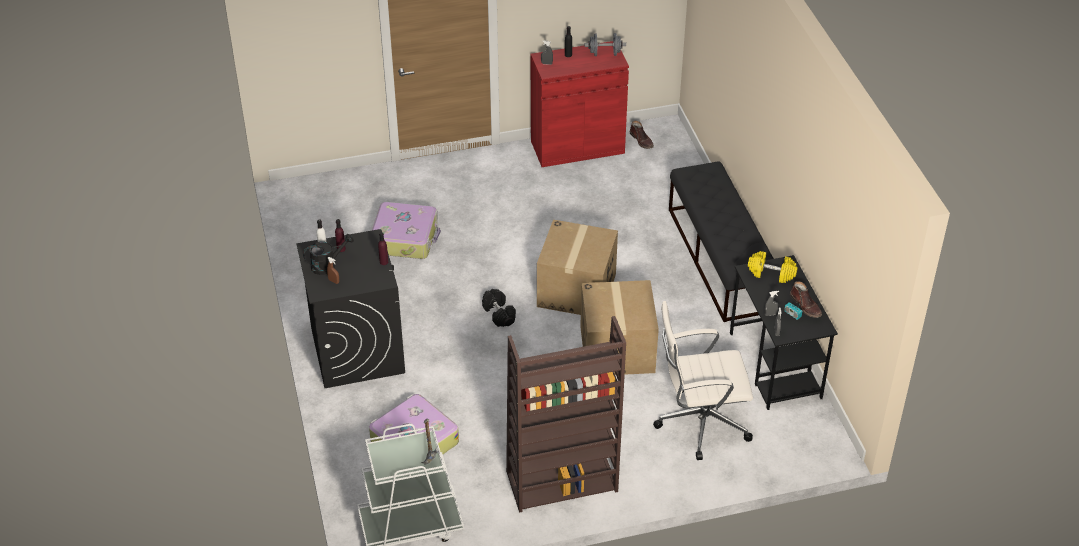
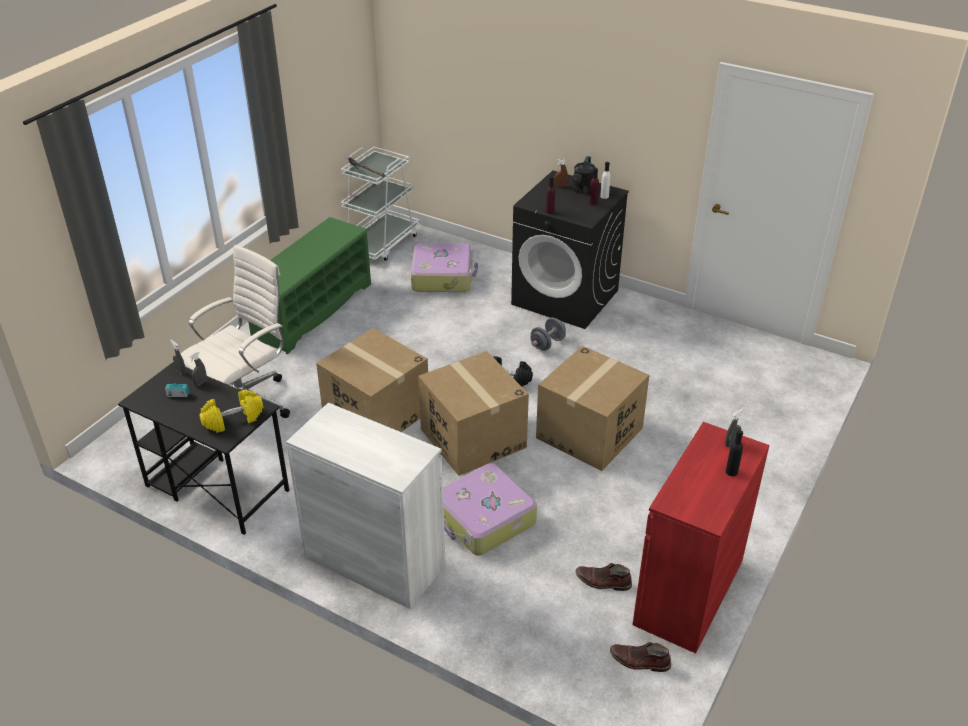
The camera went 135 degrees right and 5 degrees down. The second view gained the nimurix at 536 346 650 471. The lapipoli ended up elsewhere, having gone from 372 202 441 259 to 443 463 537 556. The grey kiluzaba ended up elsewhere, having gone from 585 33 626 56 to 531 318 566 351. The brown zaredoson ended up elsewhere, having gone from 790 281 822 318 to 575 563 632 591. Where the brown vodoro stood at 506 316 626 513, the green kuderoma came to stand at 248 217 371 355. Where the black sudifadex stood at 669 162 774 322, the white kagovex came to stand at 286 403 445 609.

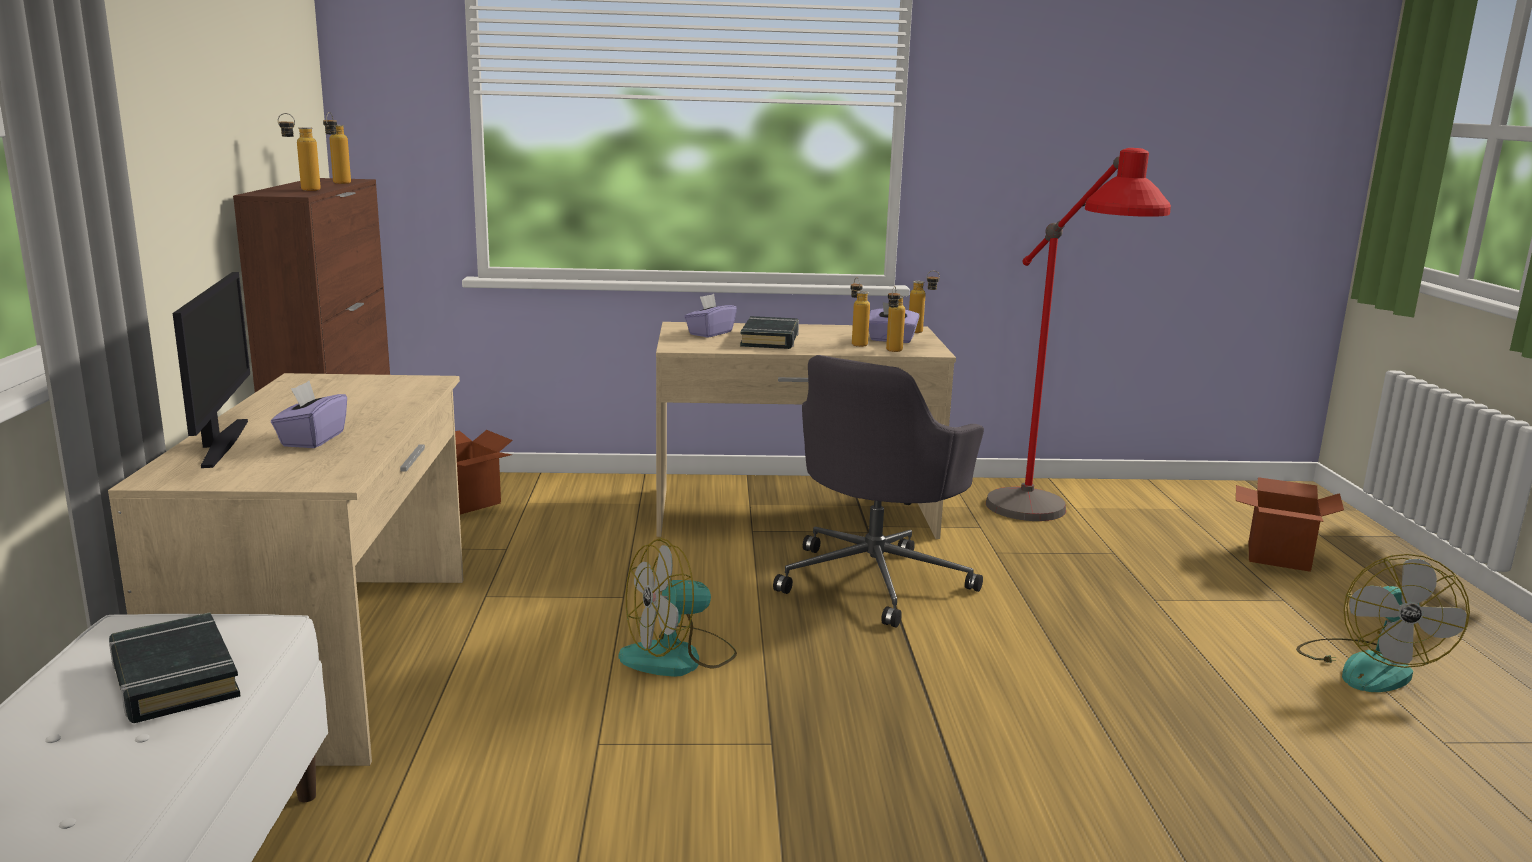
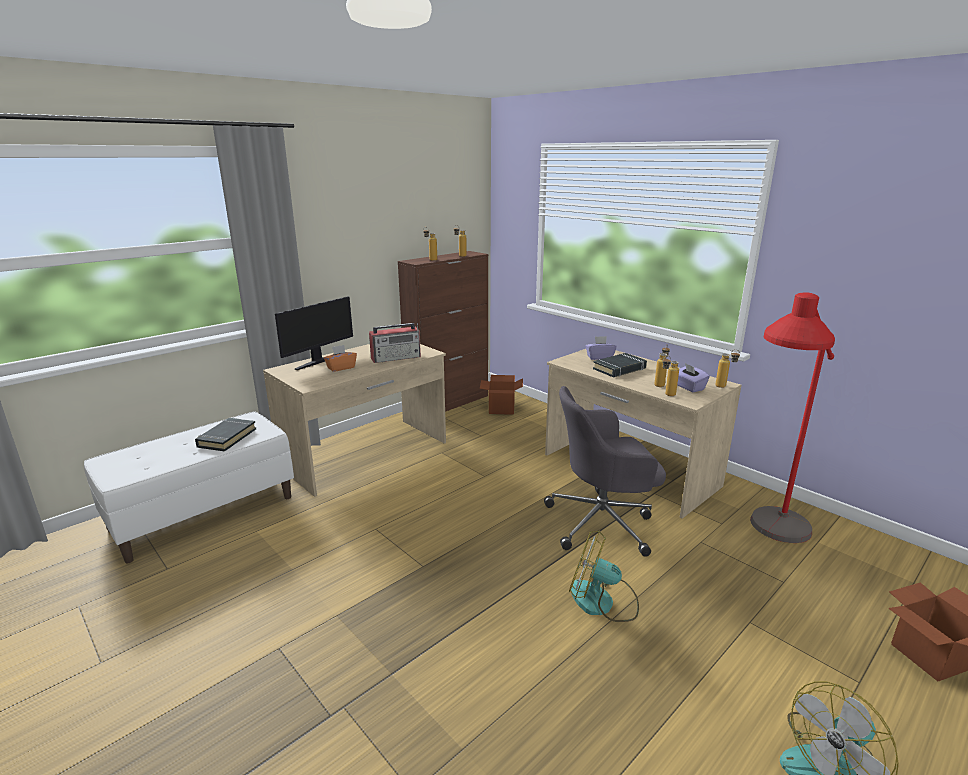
The camera went 50 degrees right and 5 degrees up. The second view gained the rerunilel at 369 323 421 363. The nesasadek ended up elsewhere, having gone from 619 538 737 677 to 569 530 639 622. What was the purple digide at 271 381 347 448 turned into the orange digide at 324 345 357 372.

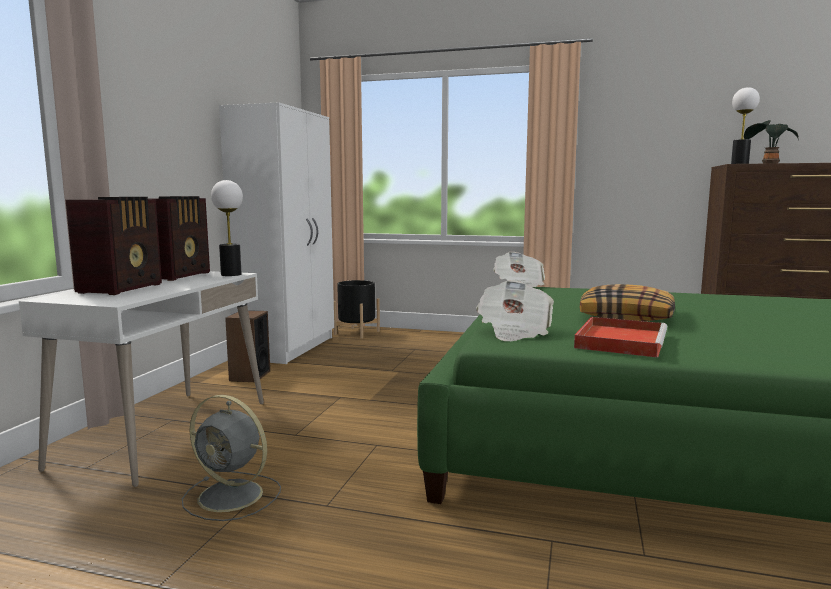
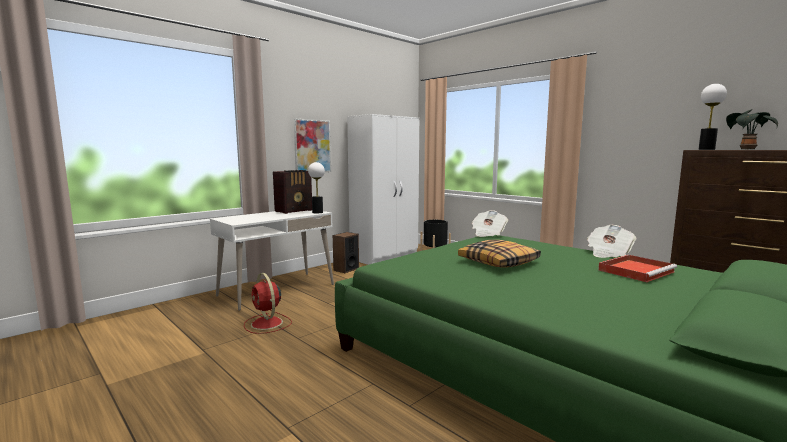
The camera went 30 degrees right and 0 degrees up. The second view lost the rerunilel at 66 197 162 295. The second view gained the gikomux at 294 119 331 172. The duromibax ended up elsewhere, having gone from 476 280 554 341 to 587 225 636 258. The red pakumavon ended up elsewhere, having gone from 574 317 667 358 to 598 255 677 282. What was the grey nesasadek at 182 395 281 521 turned into the red nesasadek at 244 273 292 334.

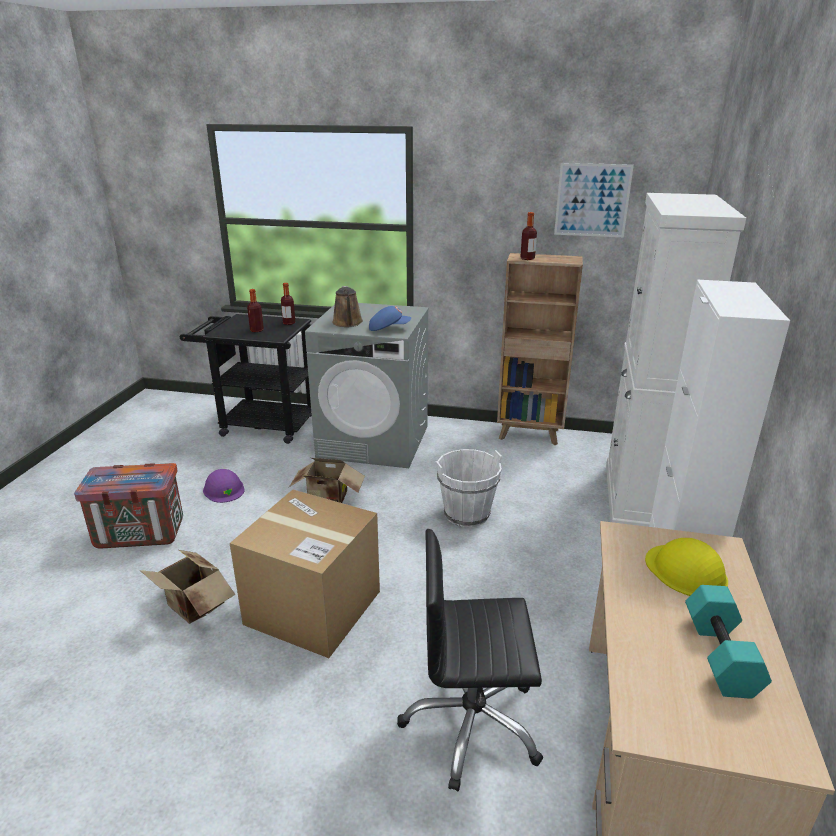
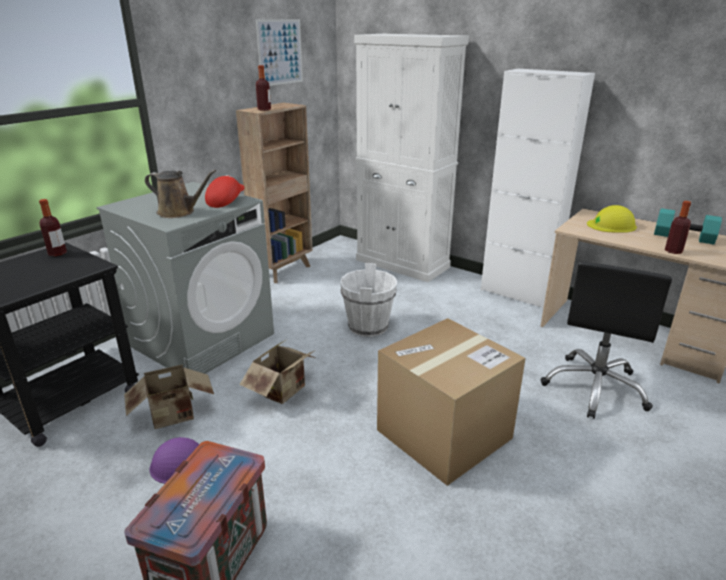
The camera went 65 degrees left and 0 degrees up. The nimurix ended up elsewhere, having gone from 139 550 235 624 to 124 364 214 429. The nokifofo ended up elsewhere, having gone from 247 289 264 332 to 665 201 691 254. What was the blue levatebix at 369 306 411 331 turned into the red levatebix at 205 175 245 208.

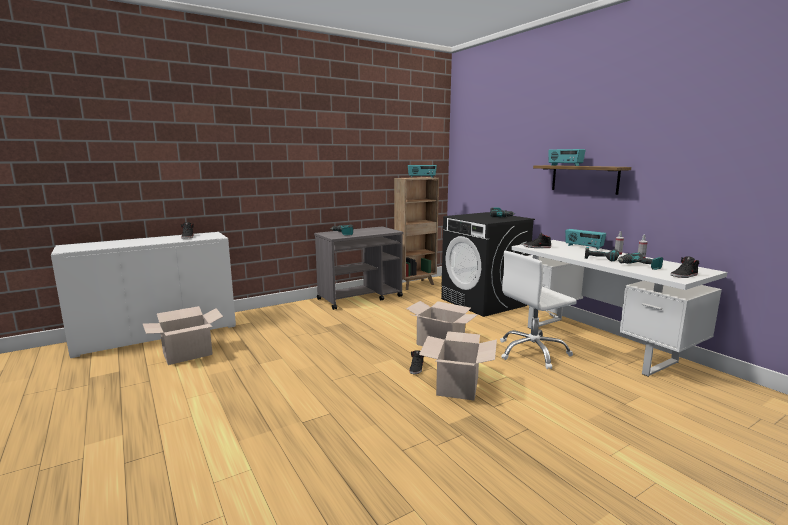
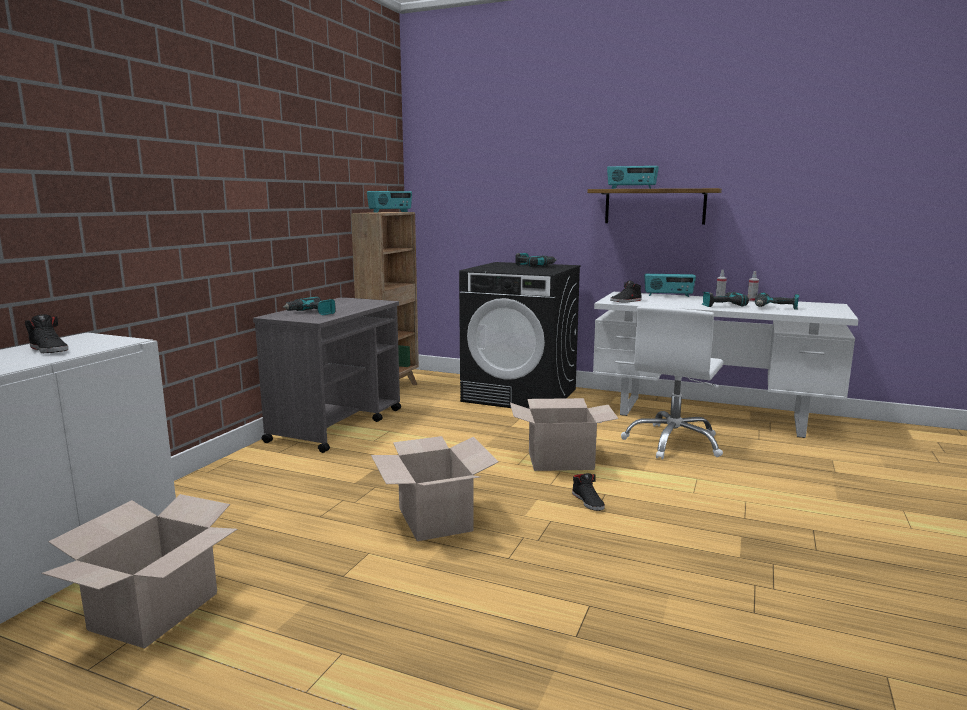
The camera went 35 degrees left and 0 degrees up. The second view lost the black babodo at 670 256 699 278. The nimurix ended up elsewhere, having gone from 419 331 497 401 to 371 436 498 541.

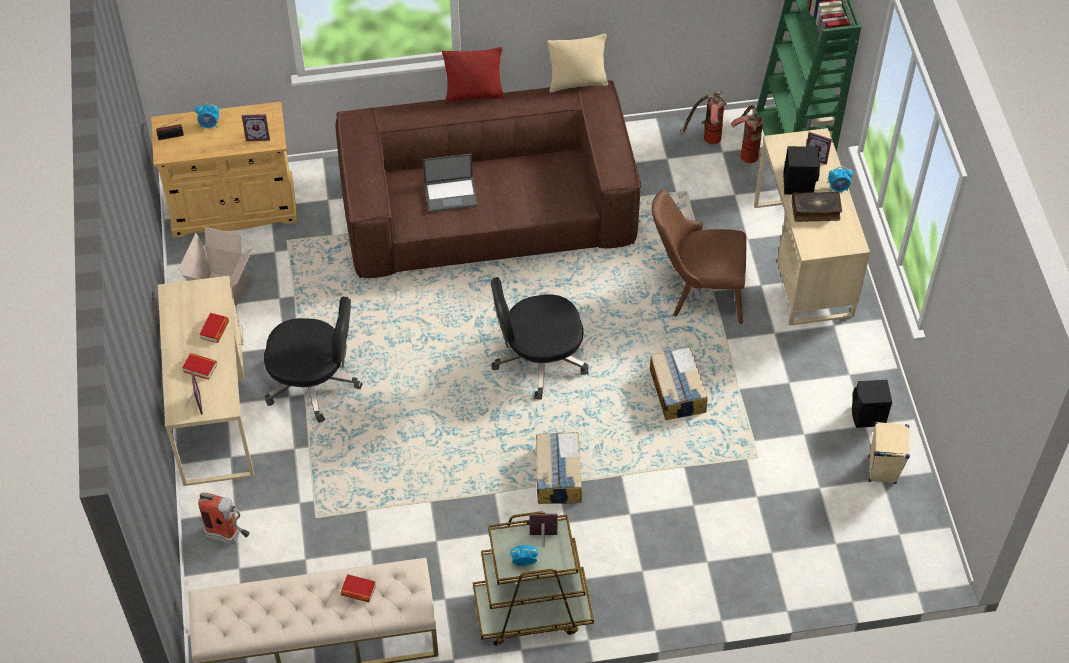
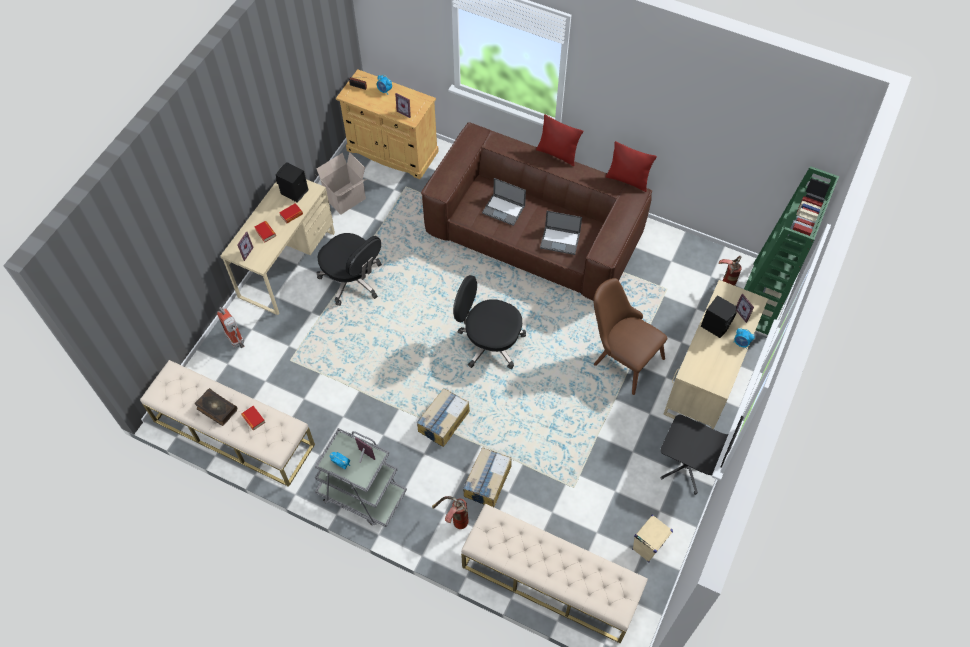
The camera went 35 degrees right and 5 degrees up. The second view gained the beige sudifadex at 461 504 648 644. The second view gained the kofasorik at 540 211 582 255. The second view gained the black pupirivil at 660 415 744 495. The nimurix ended up elsewhere, having gone from 650 347 708 420 to 463 447 512 507. The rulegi ended up elsewhere, having gone from 680 91 727 145 to 432 496 469 529. The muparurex ended up elsewhere, having gone from 792 192 842 222 to 195 388 237 426. The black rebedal ended up elsewhere, having gone from 852 380 892 428 to 276 162 308 203. What was the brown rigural at 473 511 594 645 turned into the grey rigural at 315 428 407 527. What was the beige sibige at 547 34 608 93 turned into the red sibige at 605 141 657 192.

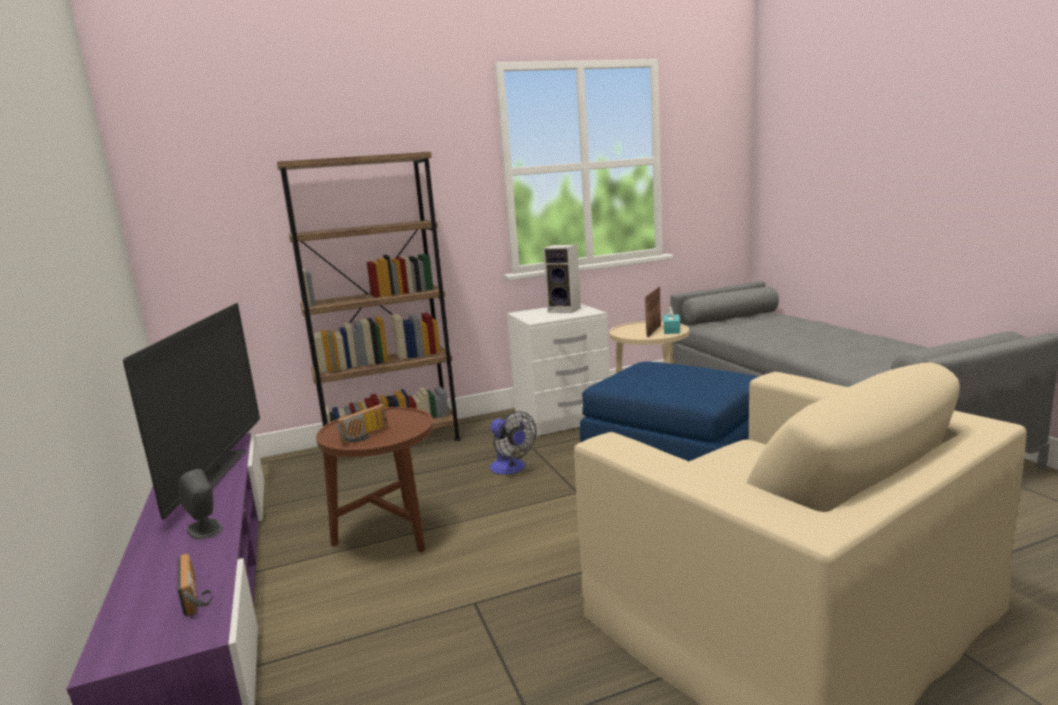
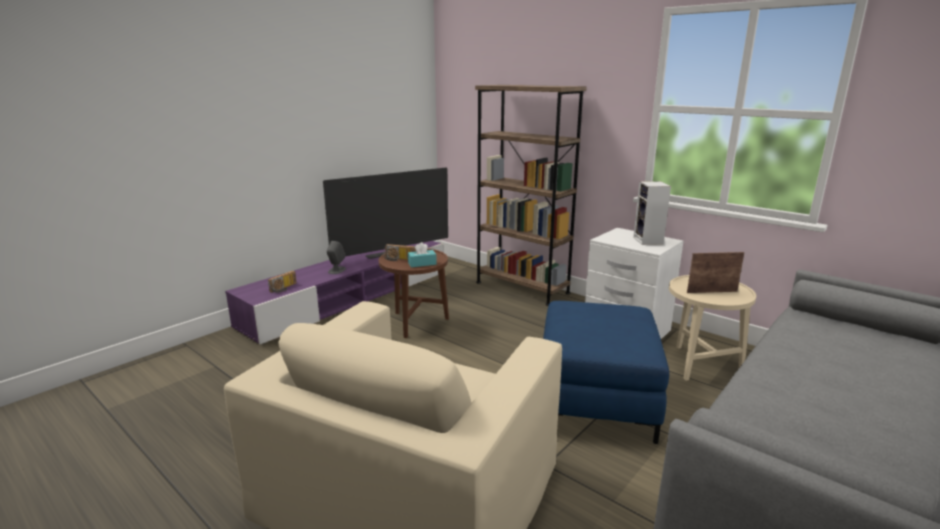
The camera went 60 degrees right and 5 degrees up. The second view lost the nesasadek at 490 411 536 474. The turquoise digide ended up elsewhere, having gone from 664 306 680 334 to 408 242 437 267.

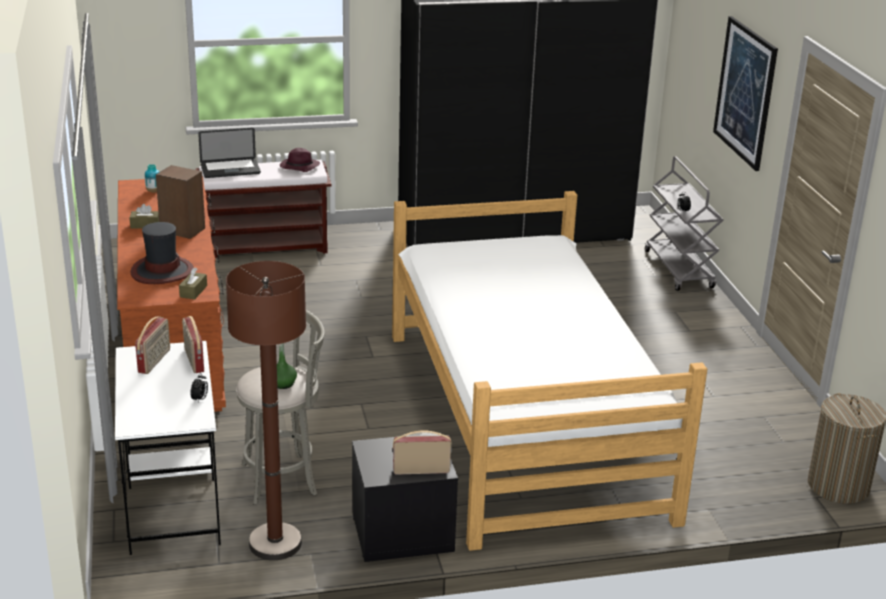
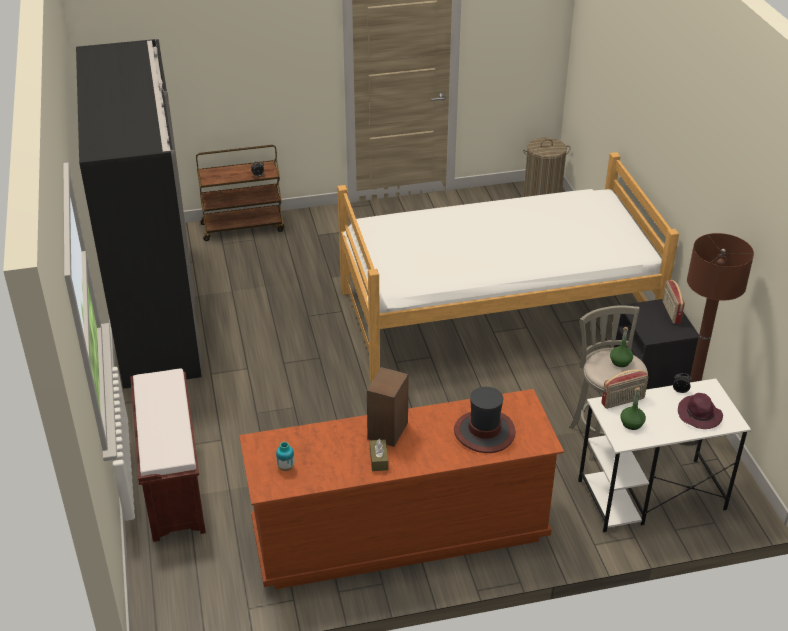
The camera went 90 degrees left and 10 degrees up. The second view lost the brown digide at 179 268 207 300. The second view lost the kofasorik at 198 128 261 178. The second view lost the gikomux at 713 16 778 171. The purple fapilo ended up elsewhere, having gone from 280 148 320 172 to 678 393 723 429. Where the rerunilel stood at 135 317 170 374, the green nokifofo came to stand at 620 387 646 430. What was the grey rigural at 645 156 724 291 turned into the brown rigural at 196 145 284 241.

